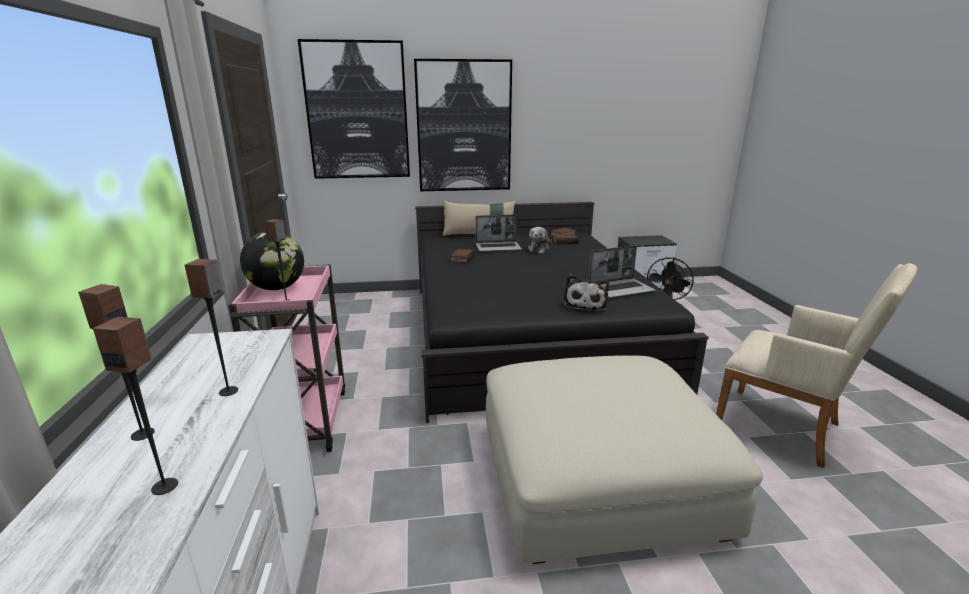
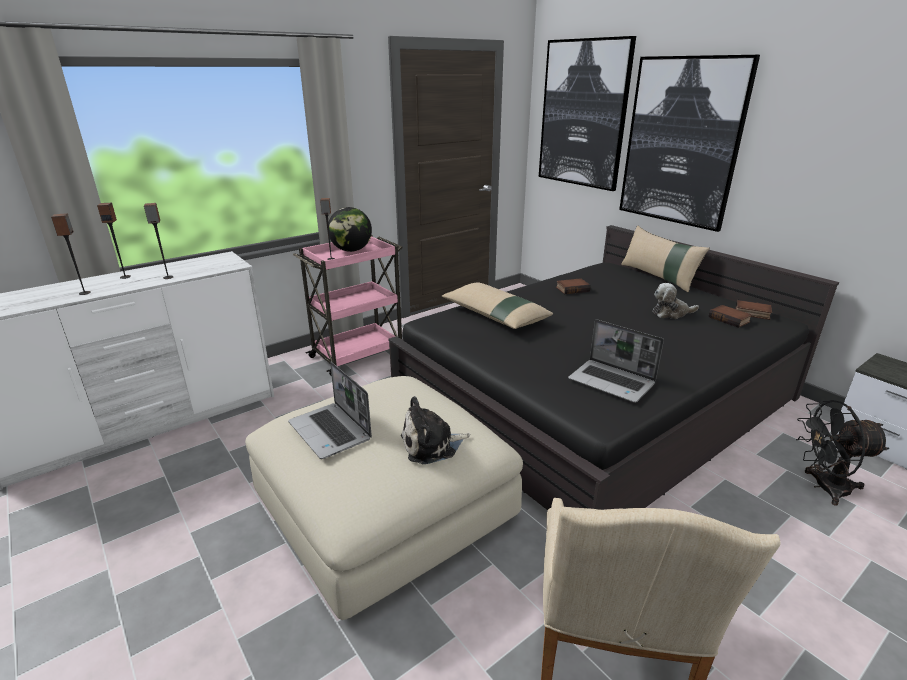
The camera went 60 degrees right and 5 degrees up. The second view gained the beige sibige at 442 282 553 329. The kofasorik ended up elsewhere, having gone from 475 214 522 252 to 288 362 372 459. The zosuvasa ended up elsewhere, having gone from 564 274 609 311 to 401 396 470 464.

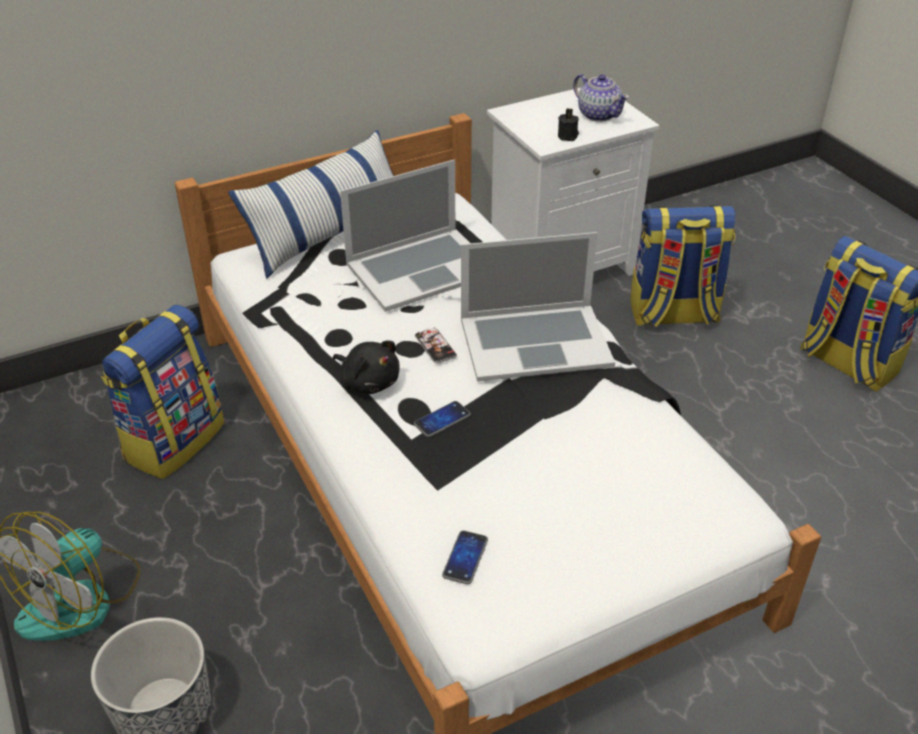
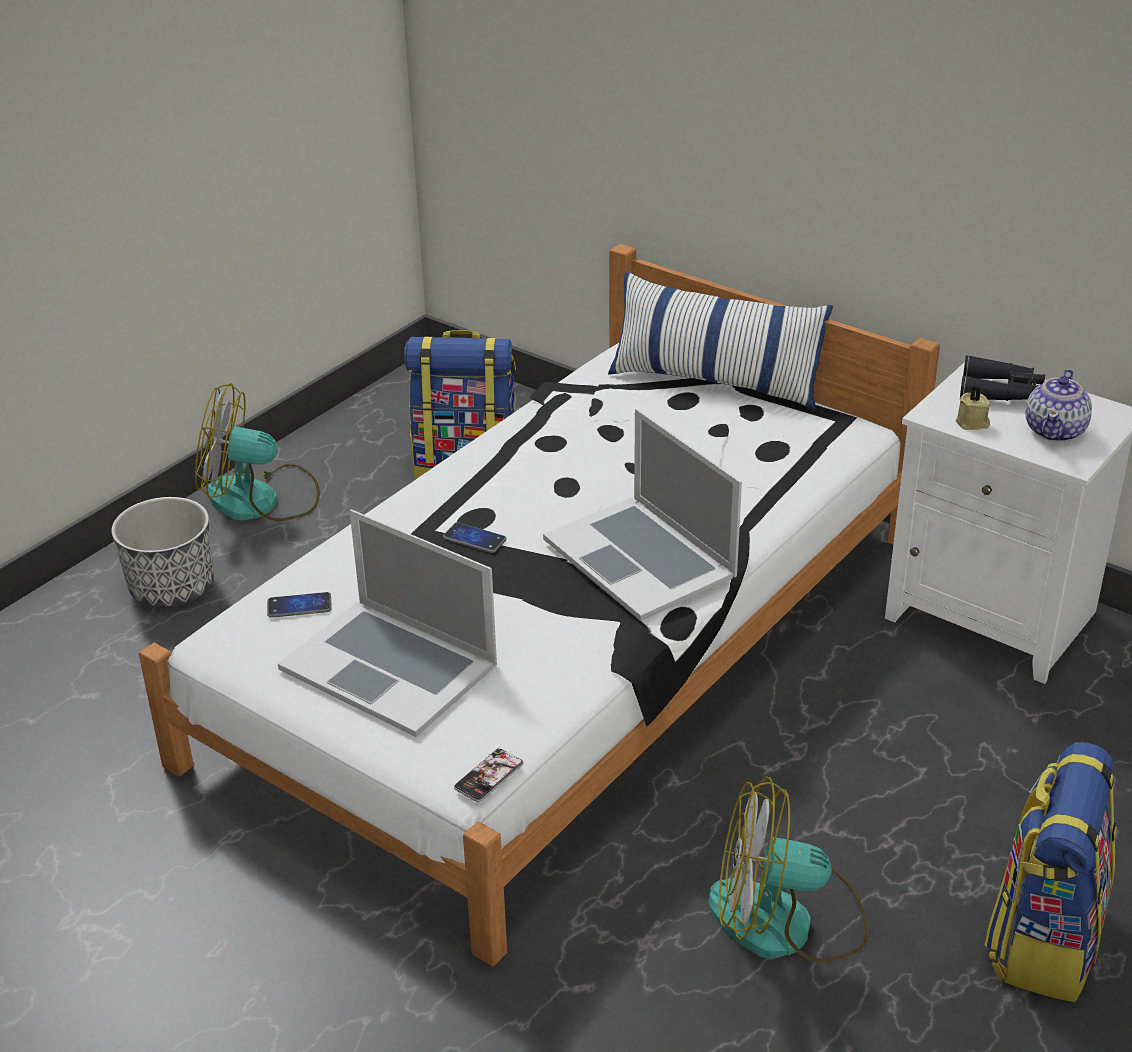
The camera went 65 degrees right and 5 degrees down. The second view lost the black zosuvasa at 333 340 399 394. The second view lost the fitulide at 630 205 736 327. The second view gained the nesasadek at 708 776 868 963. The second view gained the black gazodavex at 960 355 1045 401. The kofasorik ended up elsewhere, having gone from 340 159 470 312 to 278 509 497 737. The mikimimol ended up elsewhere, having gone from 415 327 457 363 to 454 748 524 802. What was the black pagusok at 558 108 579 141 turned into the beige pagusok at 956 386 990 430.

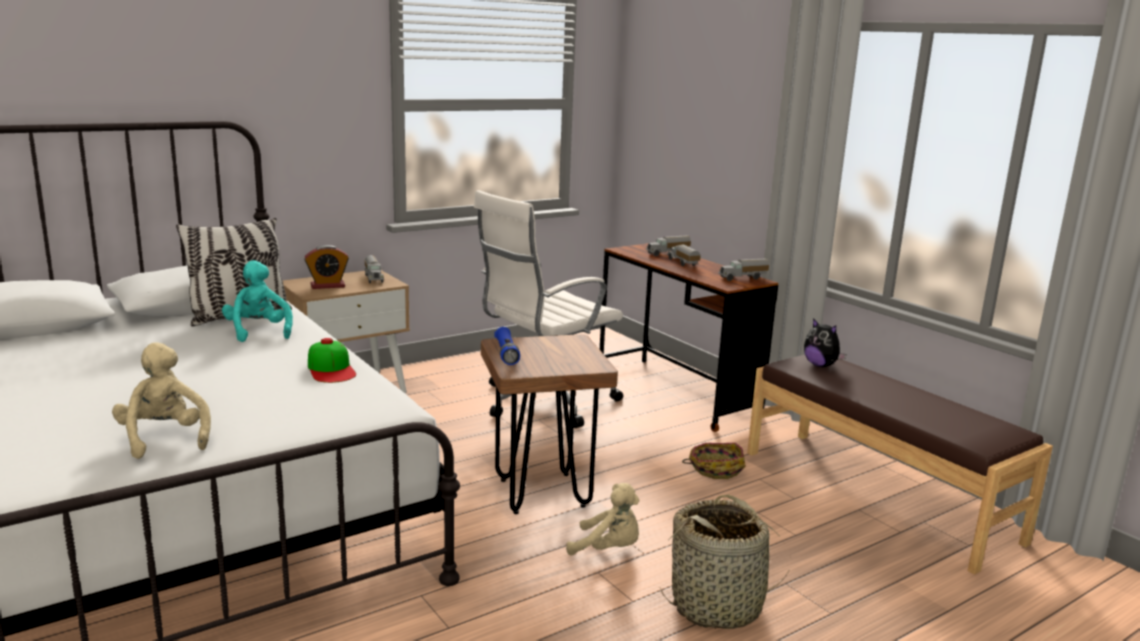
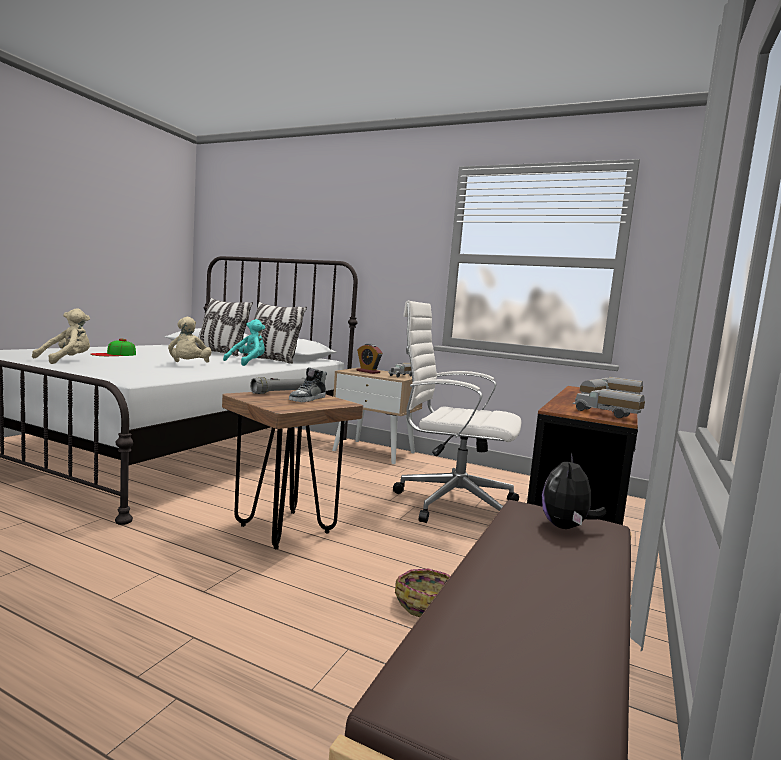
The camera went 60 degrees right and 10 degrees down. The second view lost the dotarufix at 660 495 791 629. The second view gained the sibige at 197 298 253 356. The second view gained the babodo at 289 367 327 402. The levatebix ended up elsewhere, having gone from 308 338 356 383 to 90 339 136 356. The beige zosuvasa ended up elsewhere, having gone from 566 483 639 556 to 168 317 212 362. What was the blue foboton at 495 327 520 365 turned into the grey foboton at 250 377 305 394.

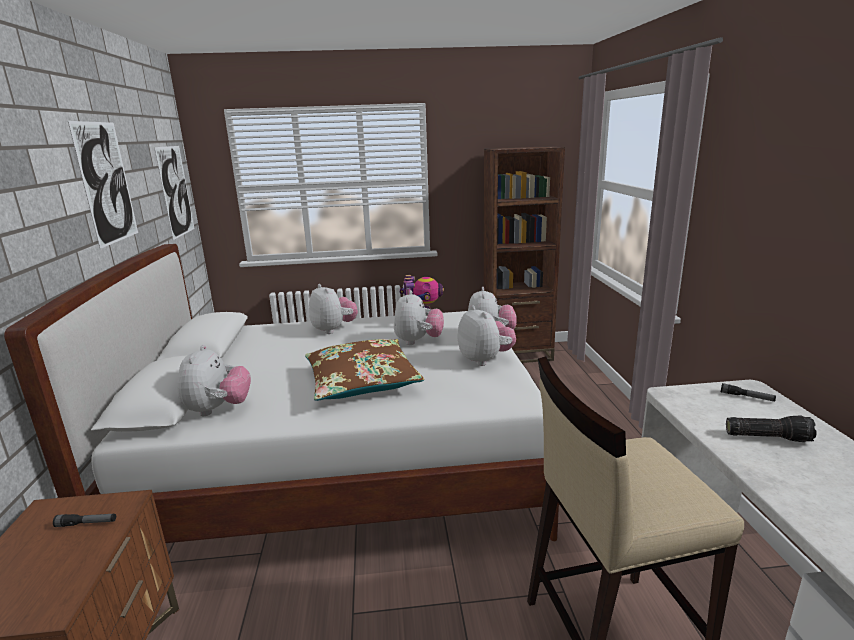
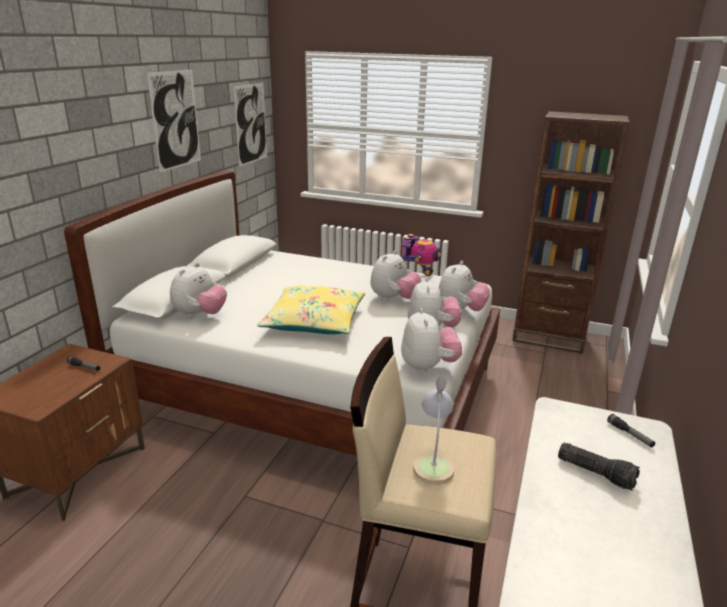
The camera went 25 degrees right and 5 degrees up. The second view gained the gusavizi at 413 376 454 485. The zosuvasa ended up elsewhere, having gone from 309 284 358 334 to 401 308 462 374. What was the brown sibige at 305 339 424 401 turned into the yellow sibige at 257 286 365 334.

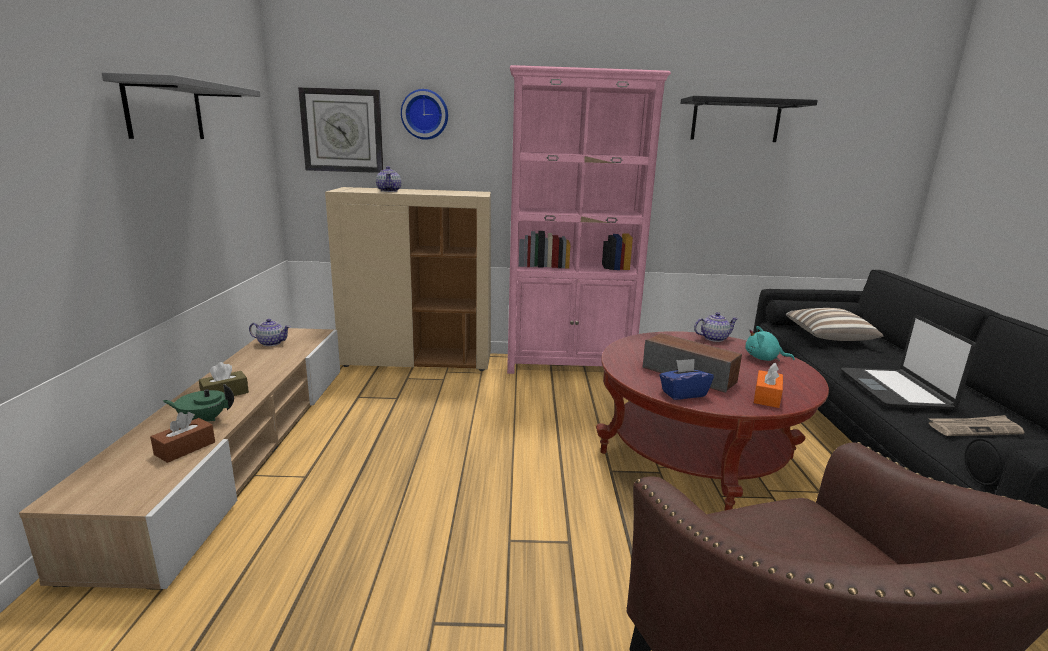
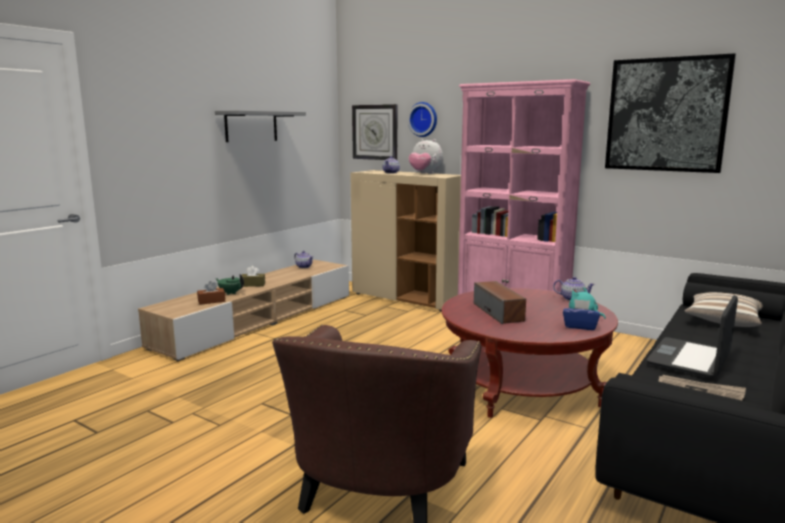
The camera went 35 degrees right and 5 degrees down. The second view lost the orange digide at 754 363 783 408. The second view gained the zosuvasa at 409 139 443 174. The blue digide ended up elsewhere, having gone from 659 359 714 400 to 563 299 600 330. Where the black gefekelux hung at 680 96 818 142, the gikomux came to hang at 605 53 736 173.

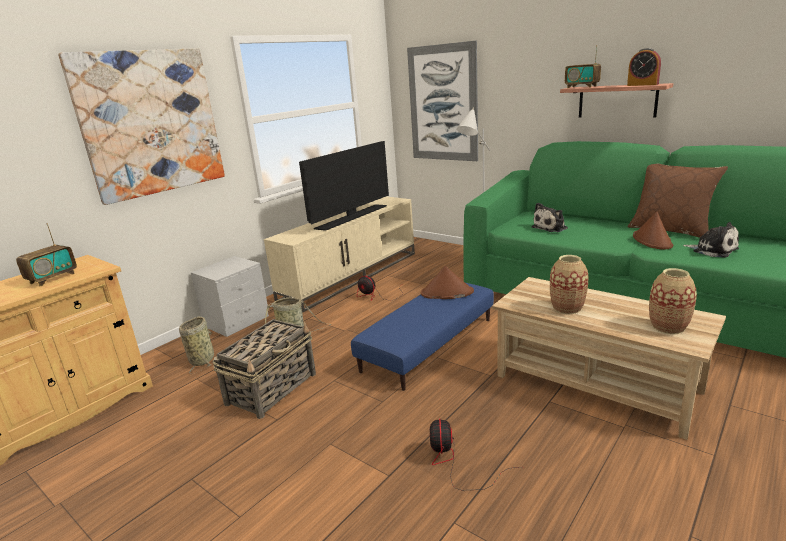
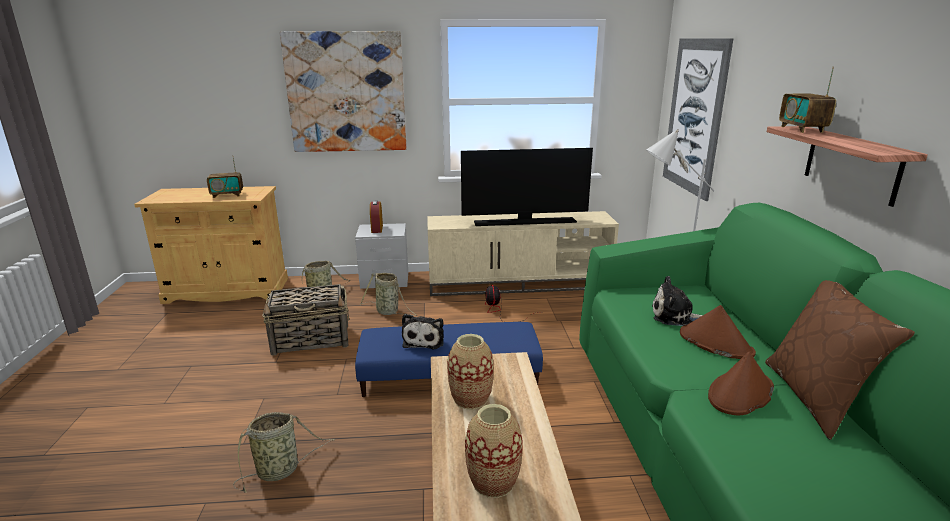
The camera went 45 degrees right and 0 degrees up. The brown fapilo ended up elsewhere, having gone from 421 266 474 299 to 680 305 756 359. The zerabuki ended up elsewhere, having gone from 627 48 661 86 to 370 200 383 233. The zosuvasa ended up elsewhere, having gone from 682 222 739 258 to 402 314 444 350. Where the nesasadek stood at 430 418 515 490, the dotarufix came to stand at 233 412 336 493.

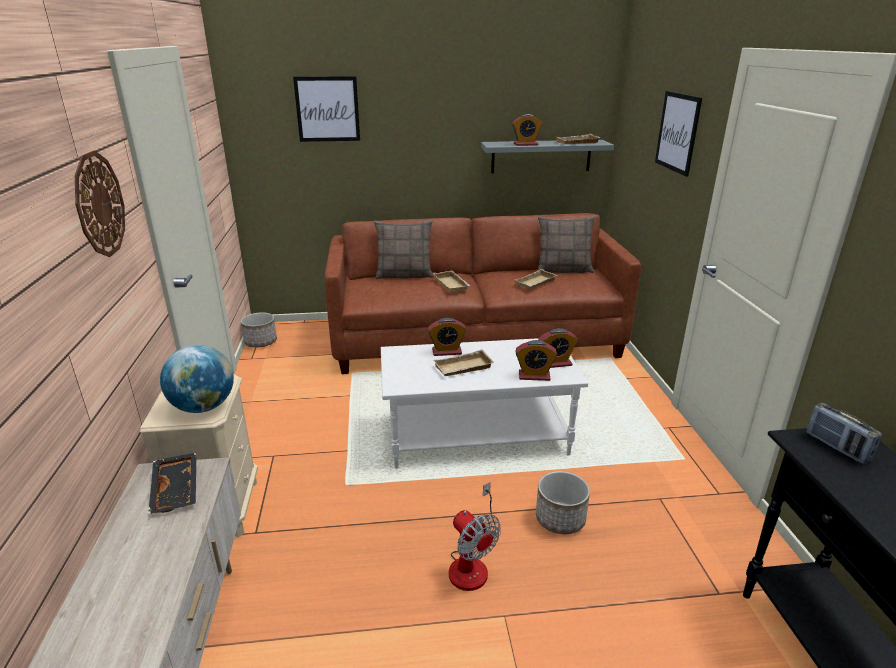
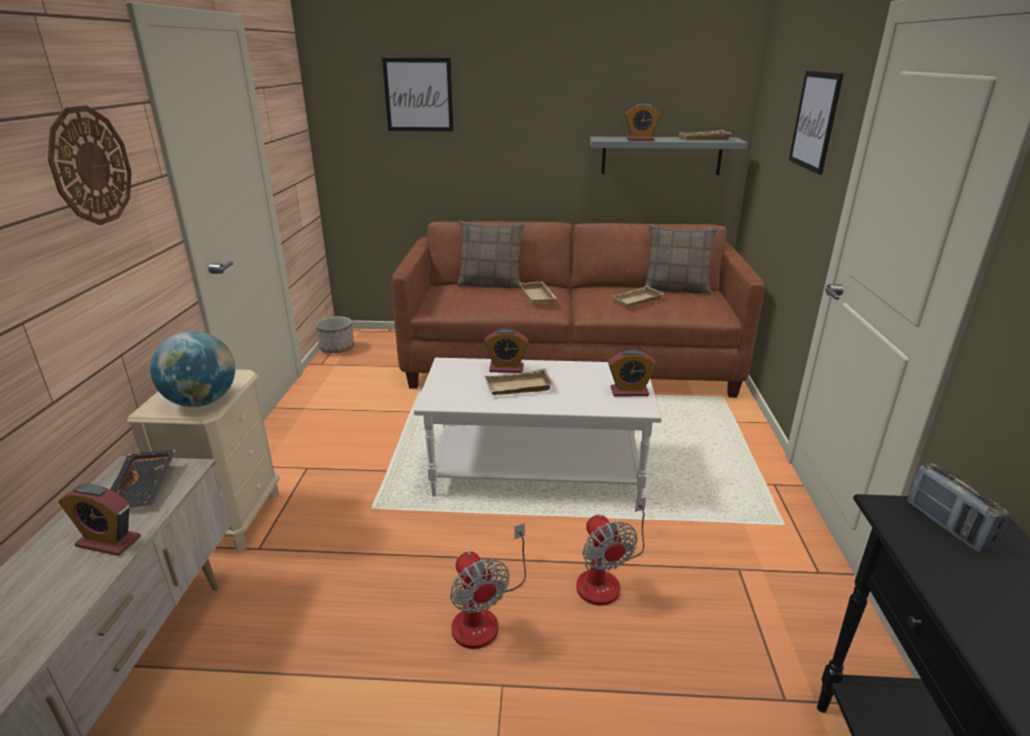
The camera went 10 degrees right and 0 degrees up. The zerabuki ended up elsewhere, having gone from 516 340 557 381 to 58 484 141 556. Where the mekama stood at 536 471 590 534, the nesasadek came to stand at 576 497 646 605.

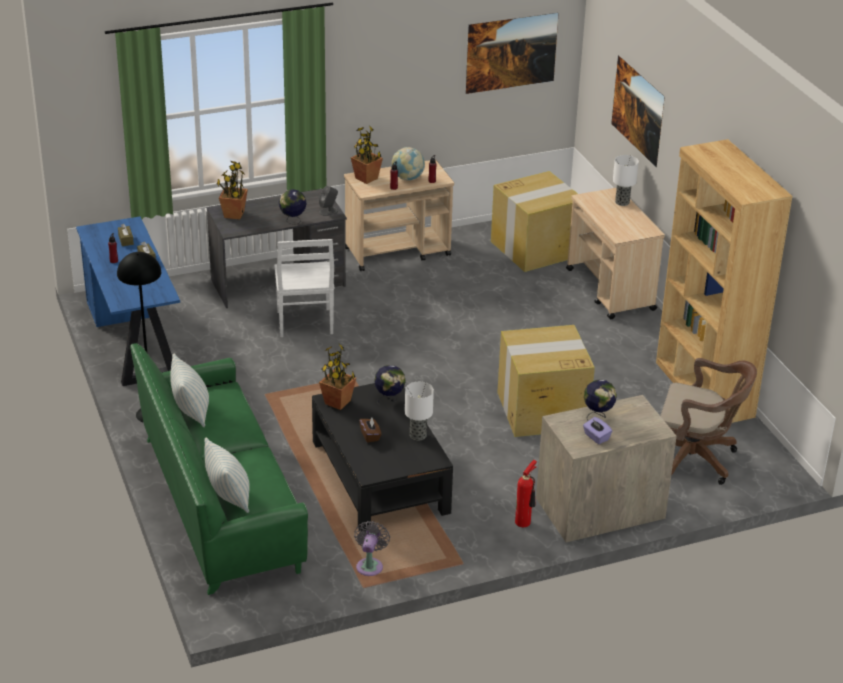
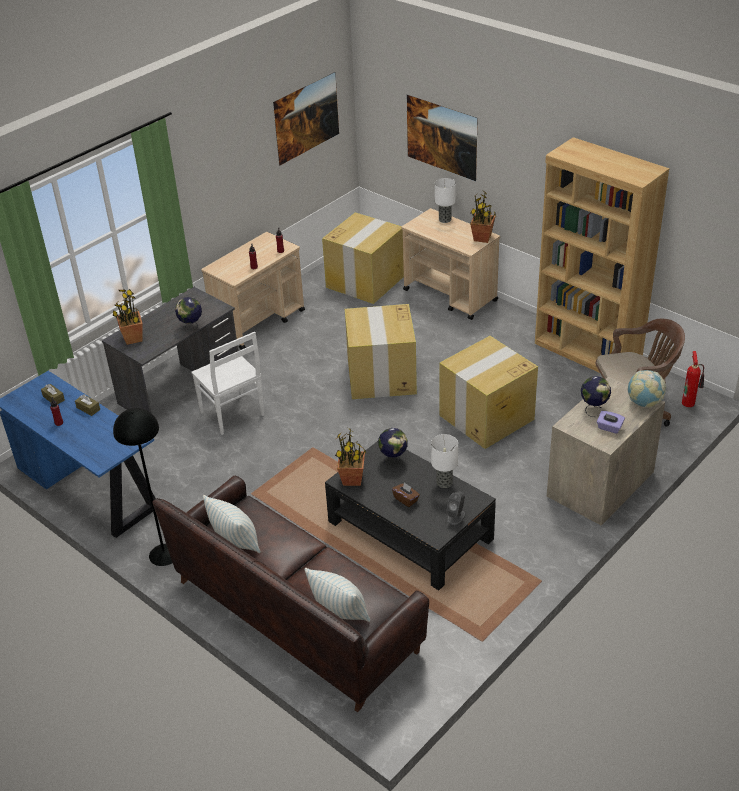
The camera went 25 degrees left and 5 degrees up. The second view lost the grey nesasadek at 354 521 390 576. The second view gained the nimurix at 345 304 417 399. The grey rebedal ended up elsewhere, having gone from 319 186 338 216 to 447 491 465 525. The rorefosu ended up elsewhere, having gone from 351 126 383 184 to 470 191 496 243. The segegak ended up elsewhere, having gone from 392 147 425 180 to 627 370 666 408. The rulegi ended up elsewhere, having gone from 515 460 537 527 to 682 351 704 407. What was the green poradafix at 130 343 308 595 turned into the brown poradafix at 153 476 429 712.

